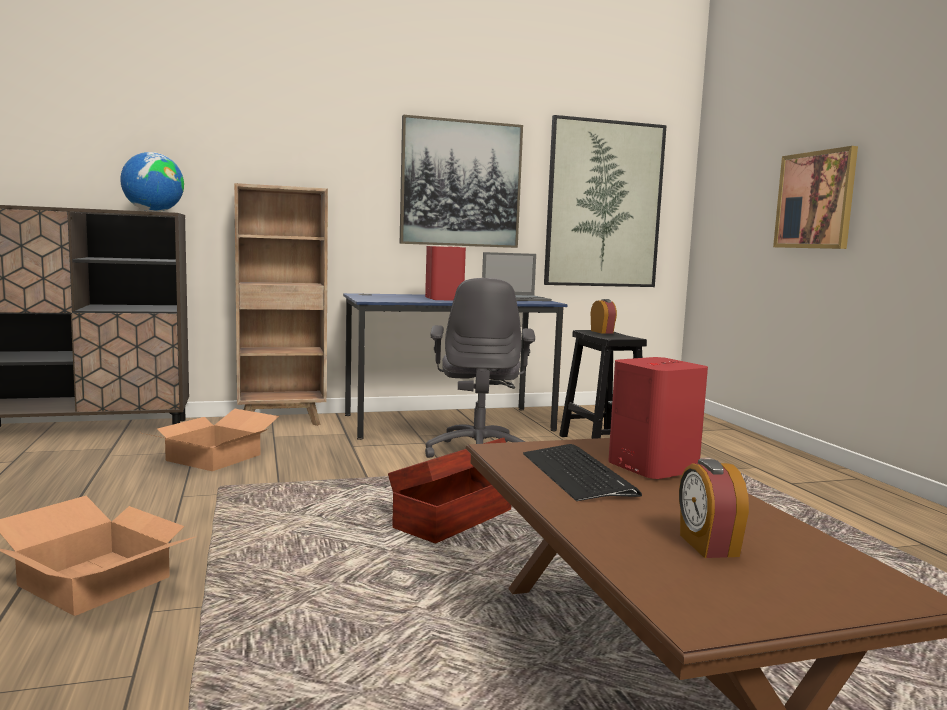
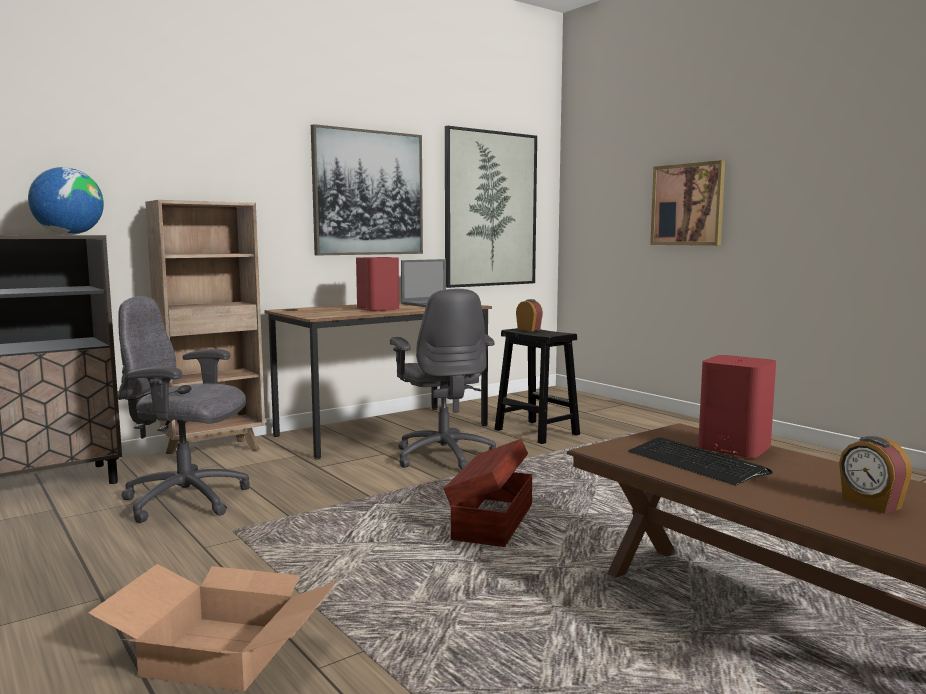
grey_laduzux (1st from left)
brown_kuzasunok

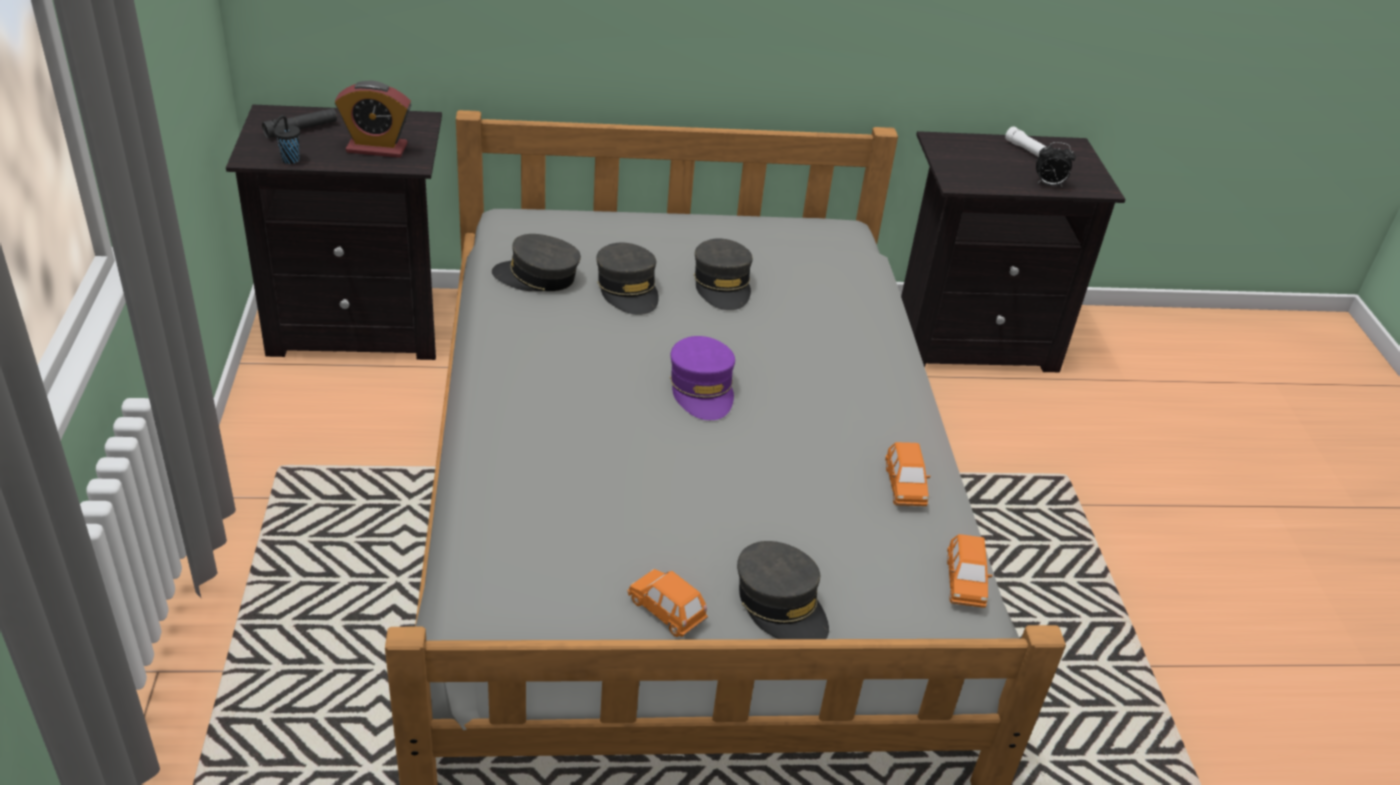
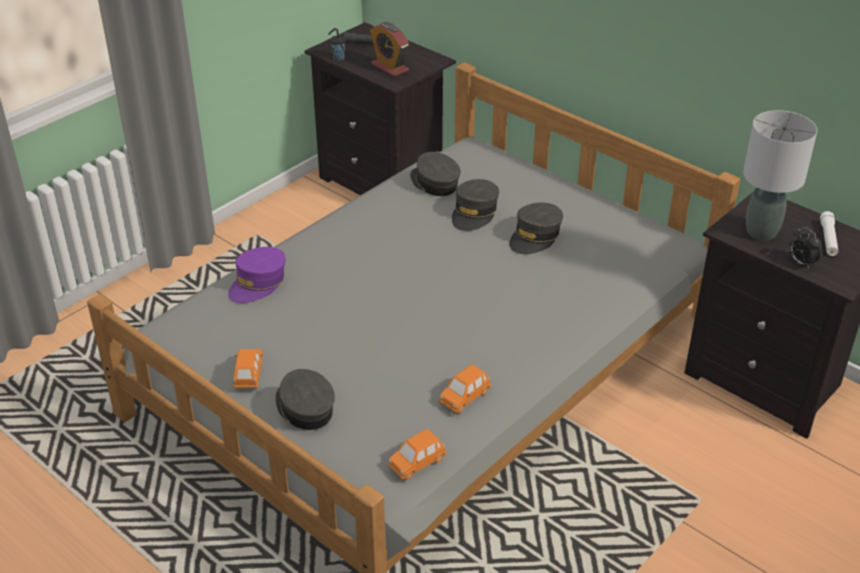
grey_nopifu
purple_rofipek
grey_rofipek (1st from left)

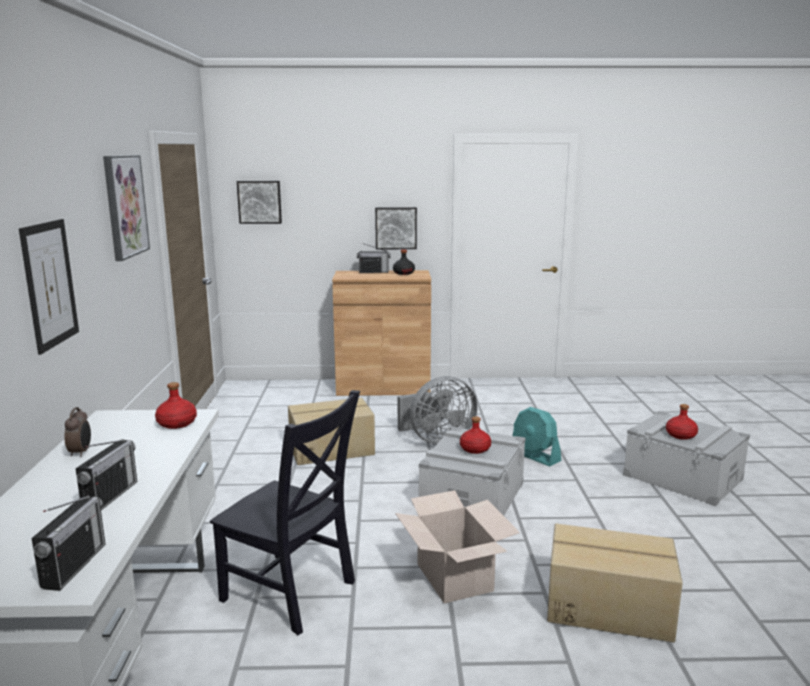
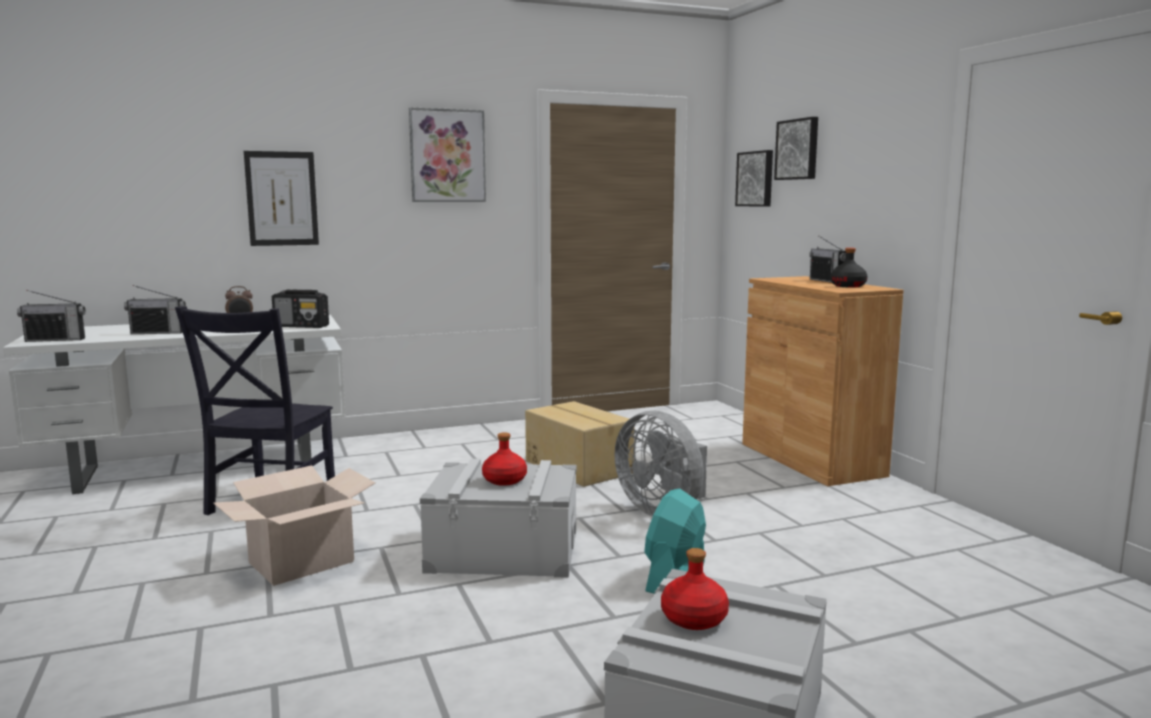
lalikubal (3rd from left in the first image)
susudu (4th from left)
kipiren (3rd from left)

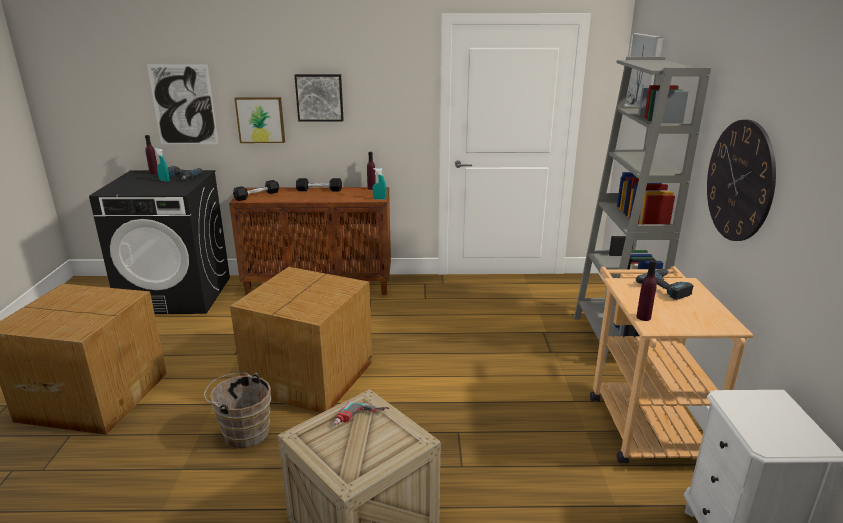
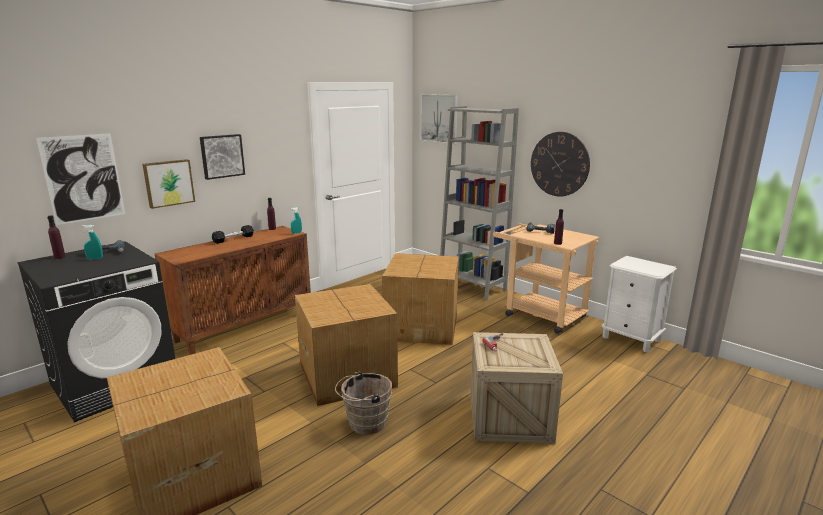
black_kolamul (1st from left in the first image)
lalikubal (3rd from left)

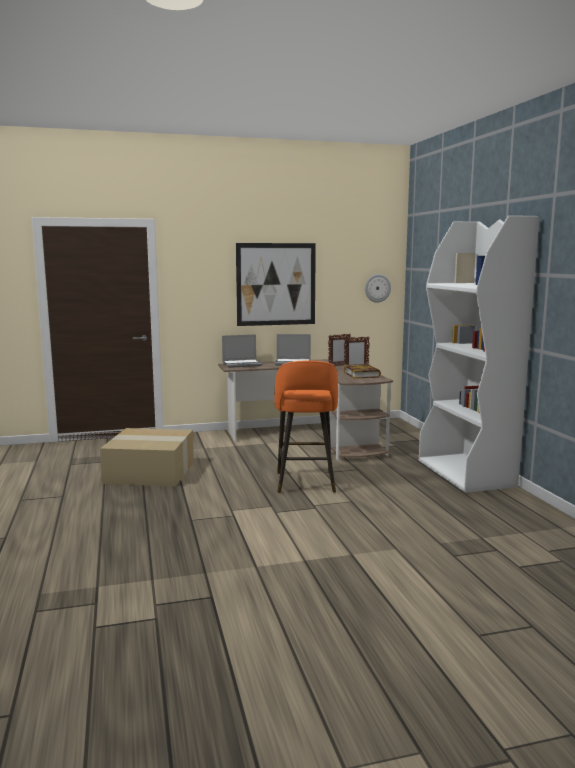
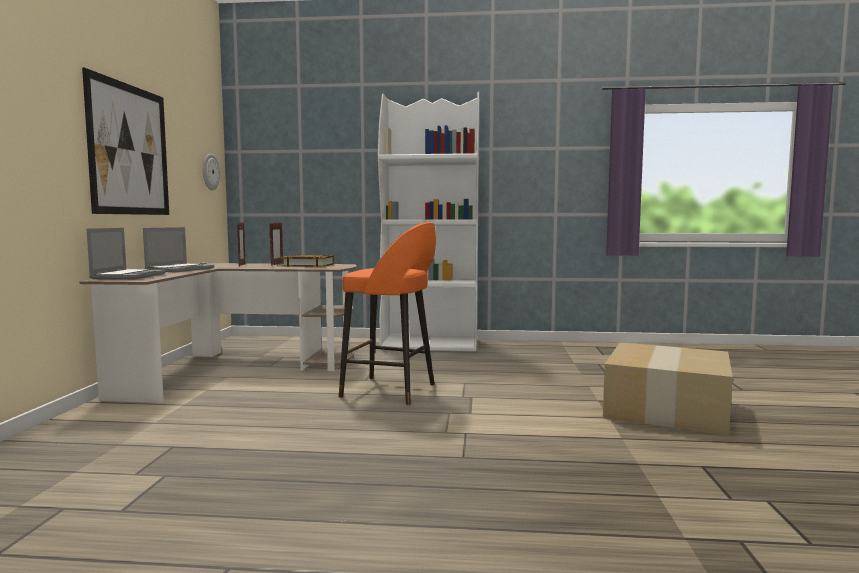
lalikubal

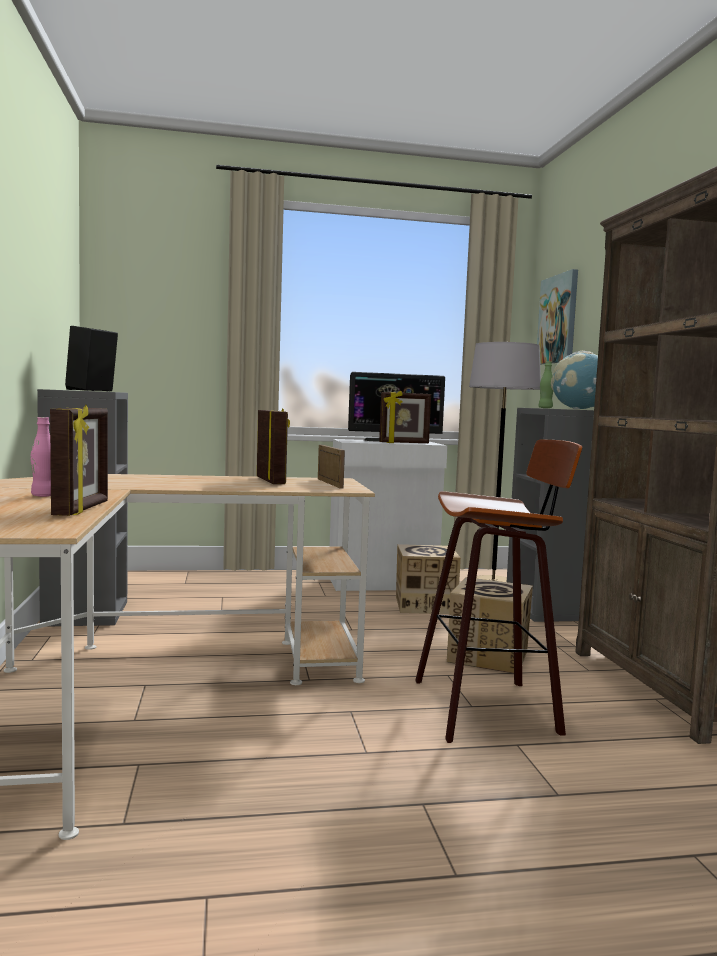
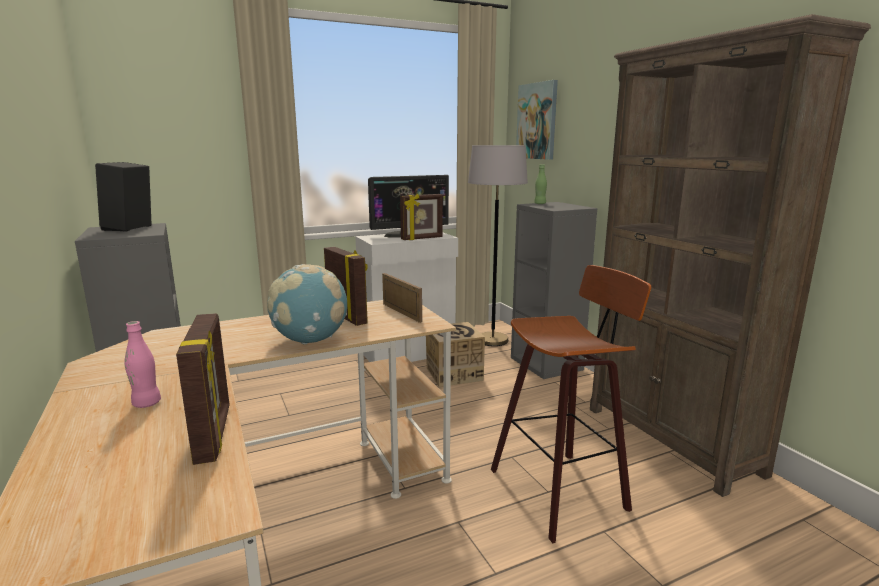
lalikubal (2nd from left in the first image)
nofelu

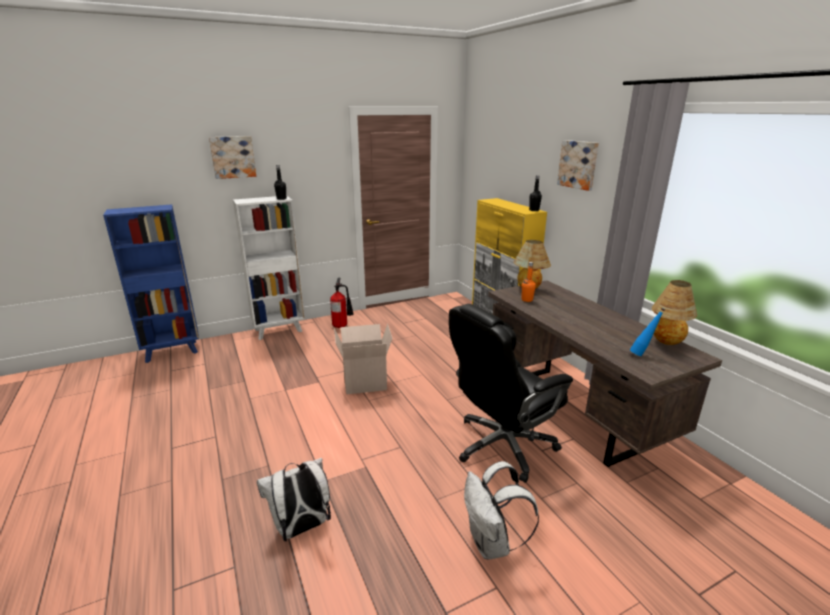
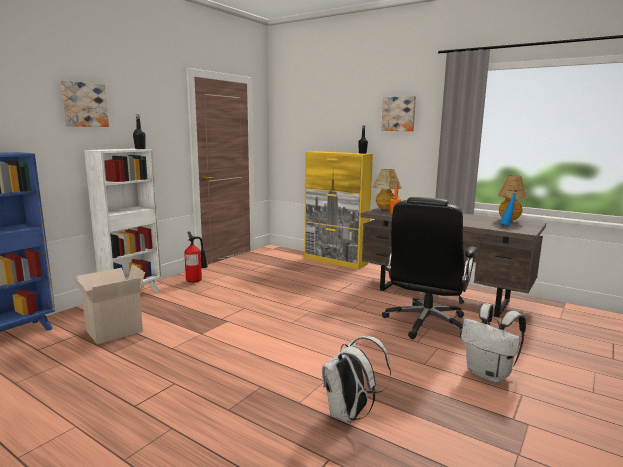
lalikubal

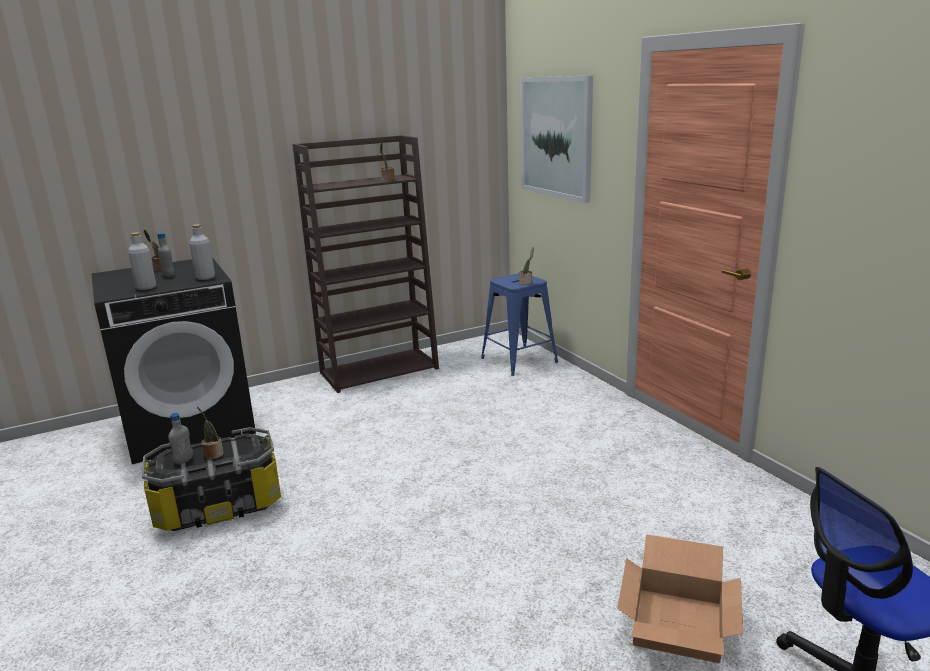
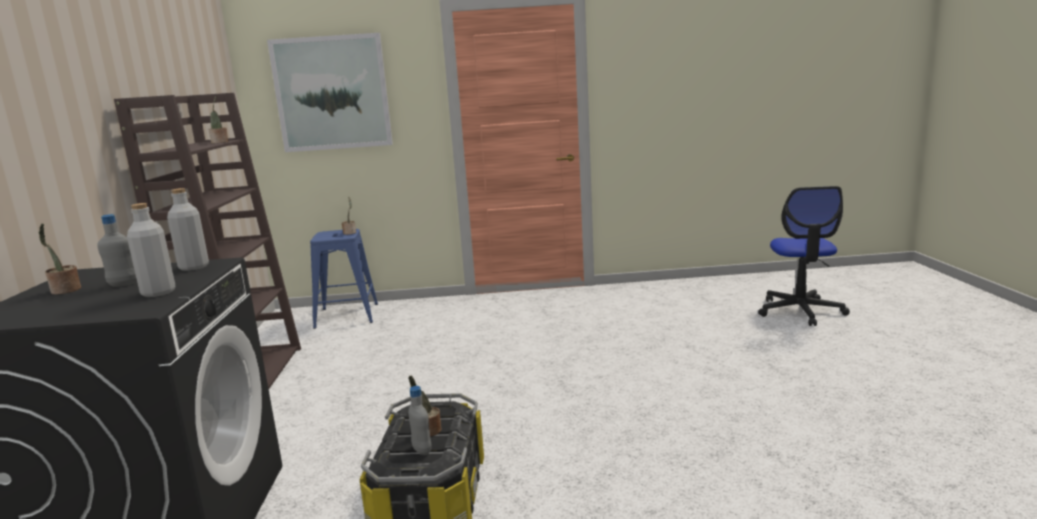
lalikubal

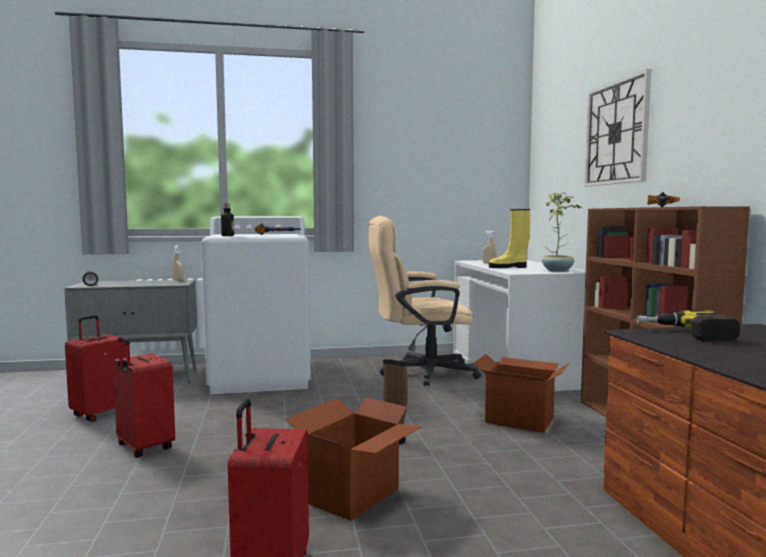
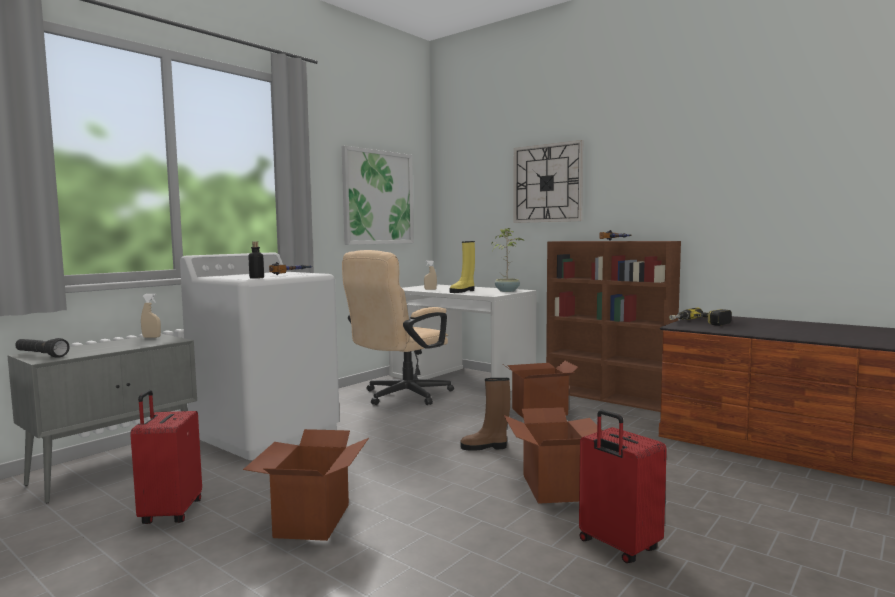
susudu
lalikubal (1st from left)

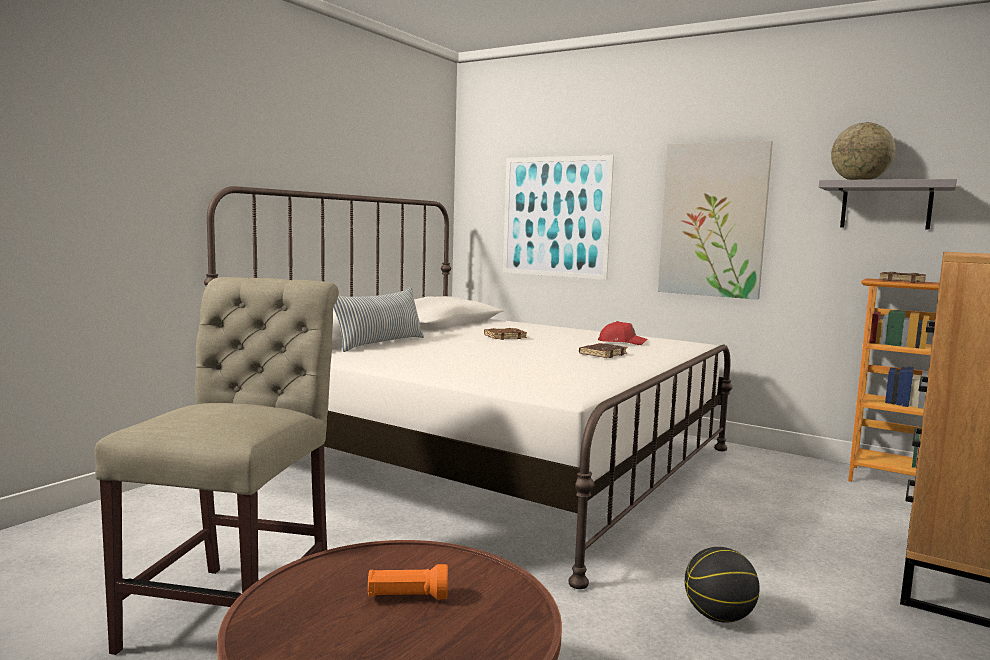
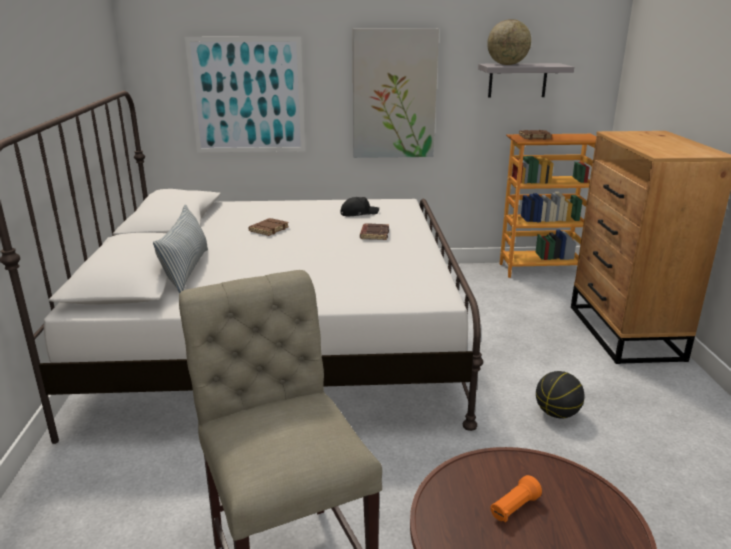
black_rofipek

